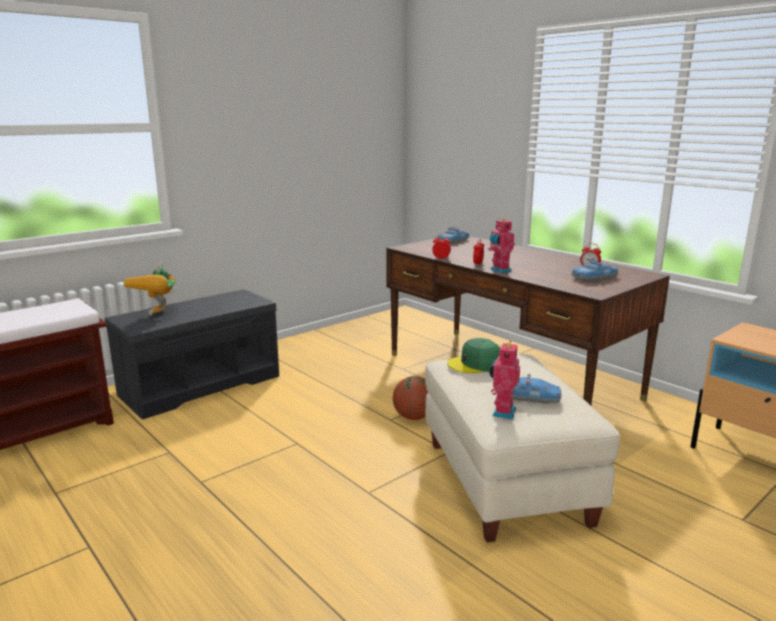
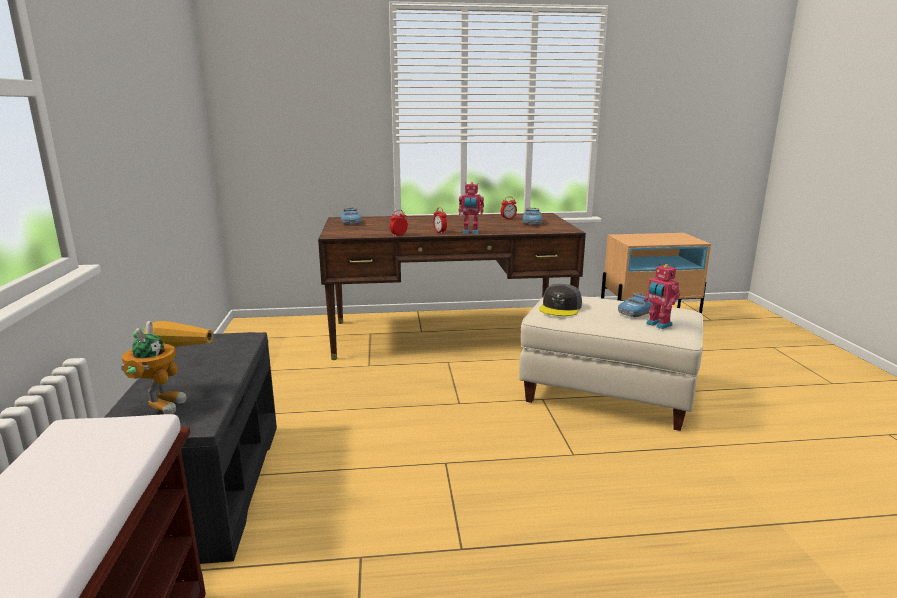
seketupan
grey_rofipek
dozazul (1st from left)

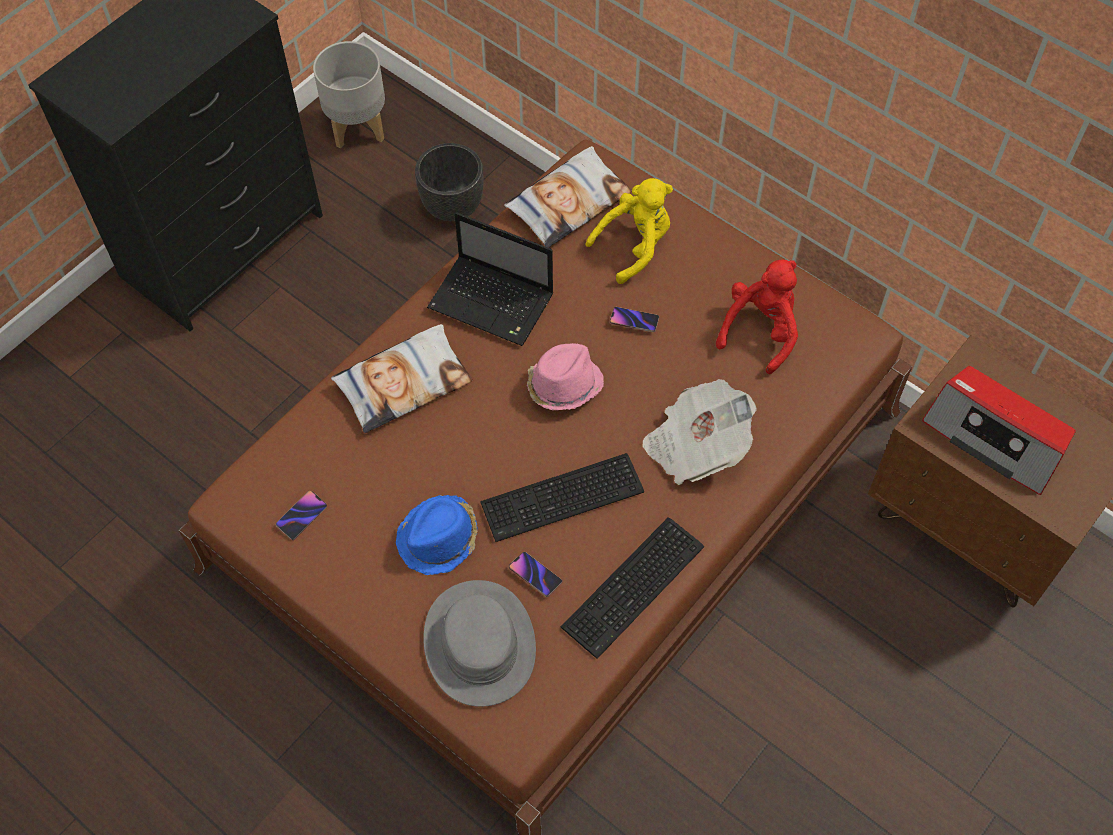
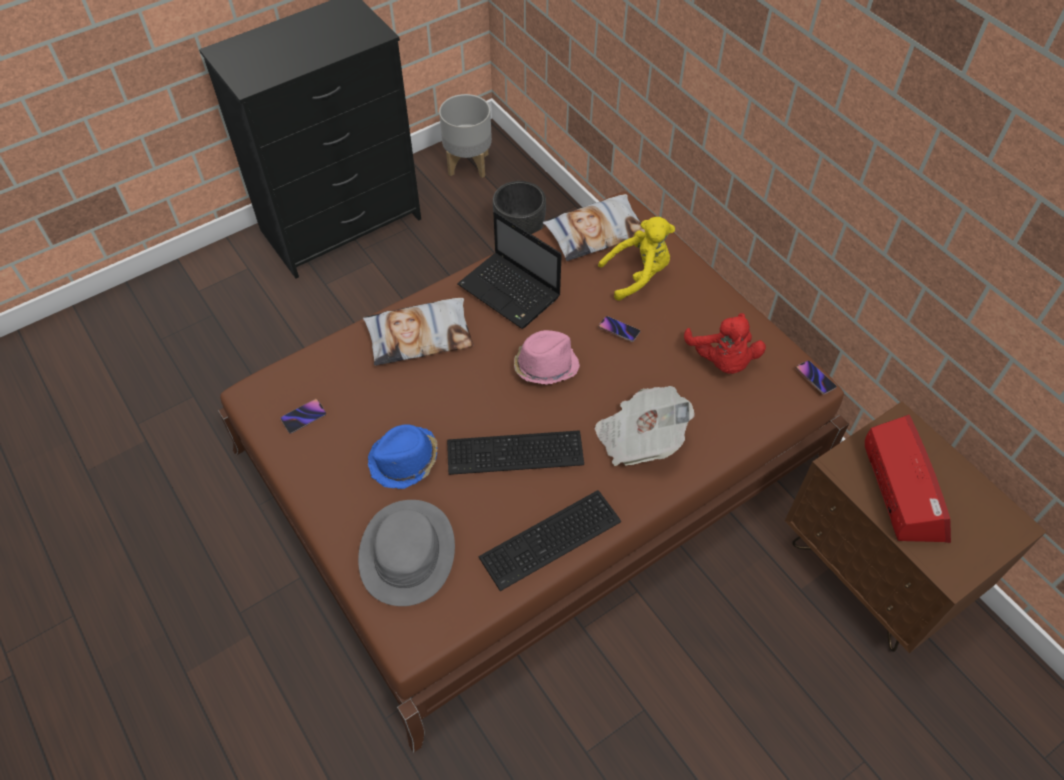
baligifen (3rd from left)
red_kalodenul
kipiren

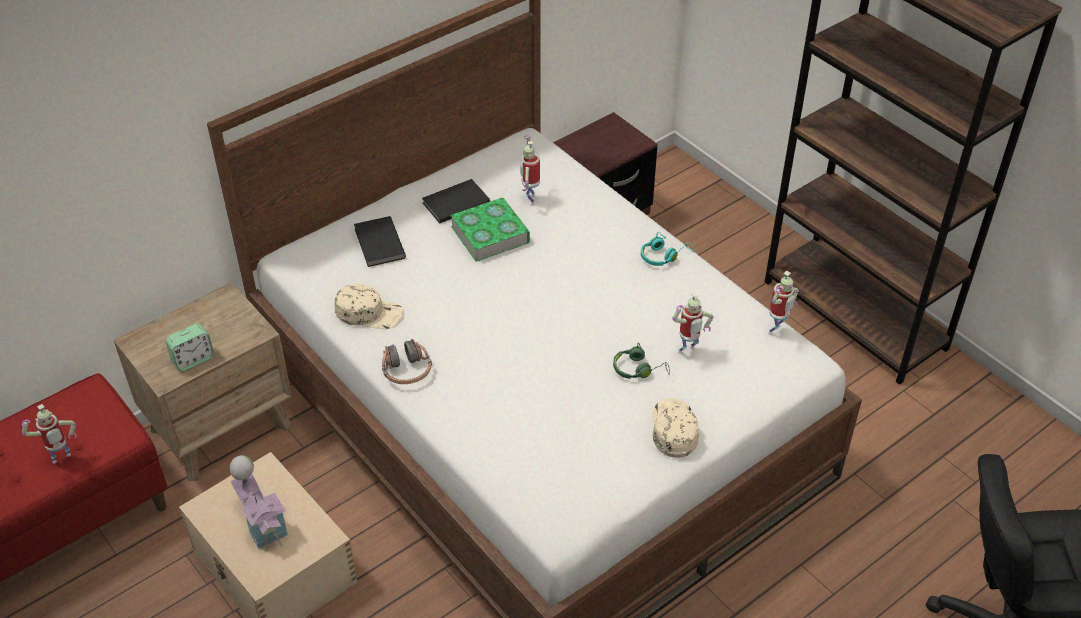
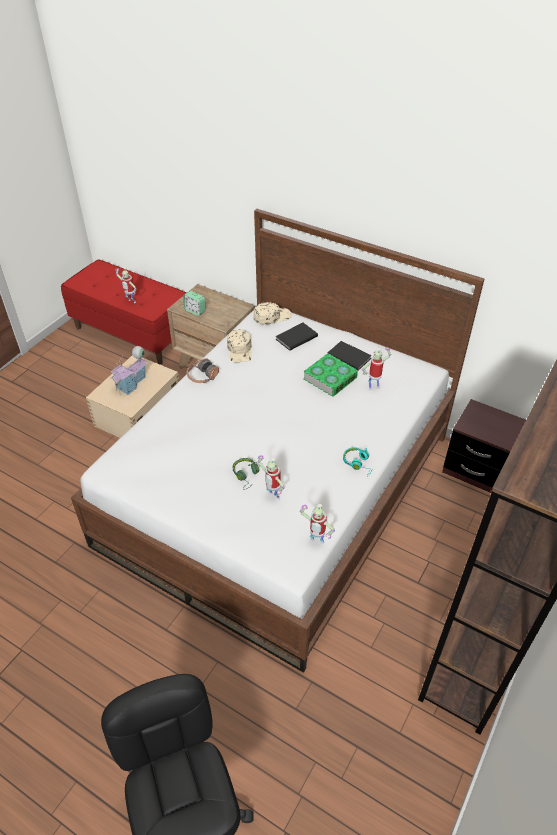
beige_rofipek (2nd from left)

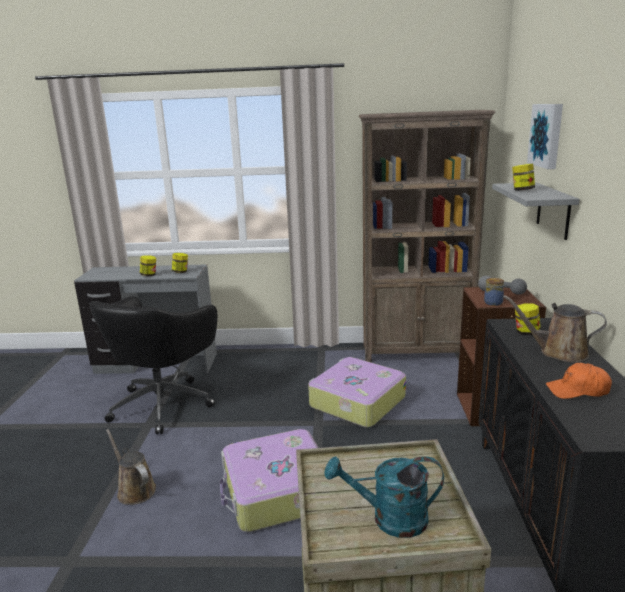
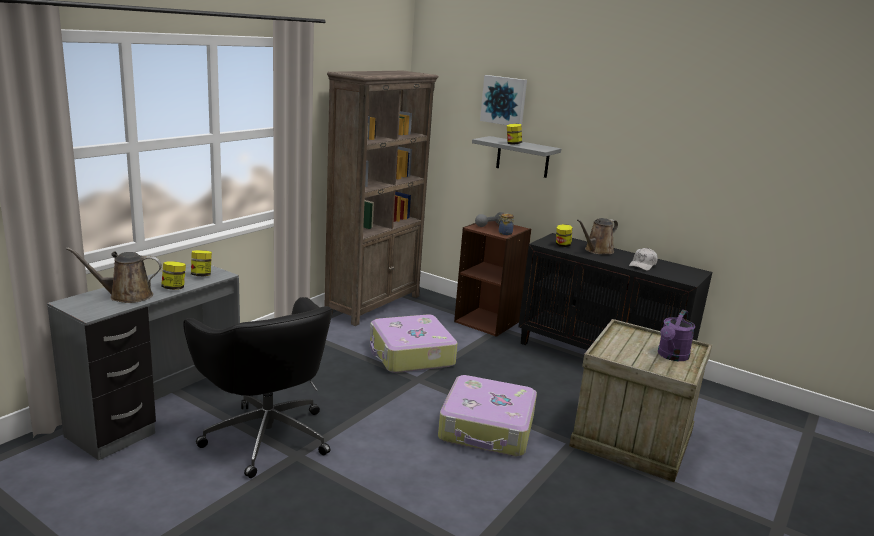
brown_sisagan (1st from left)
purple_sisagan
white_rofipek

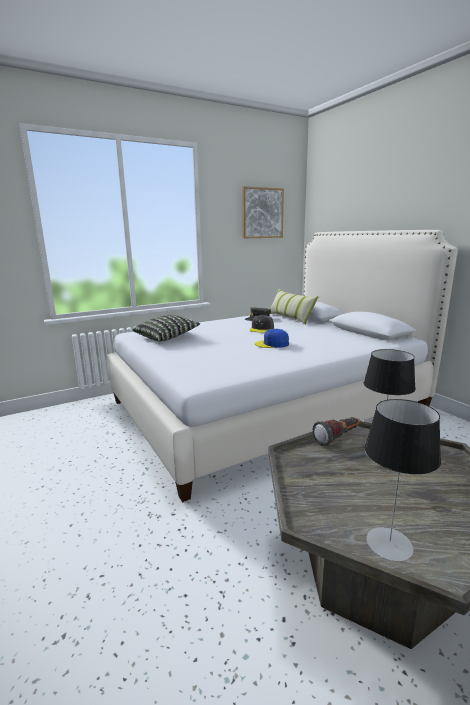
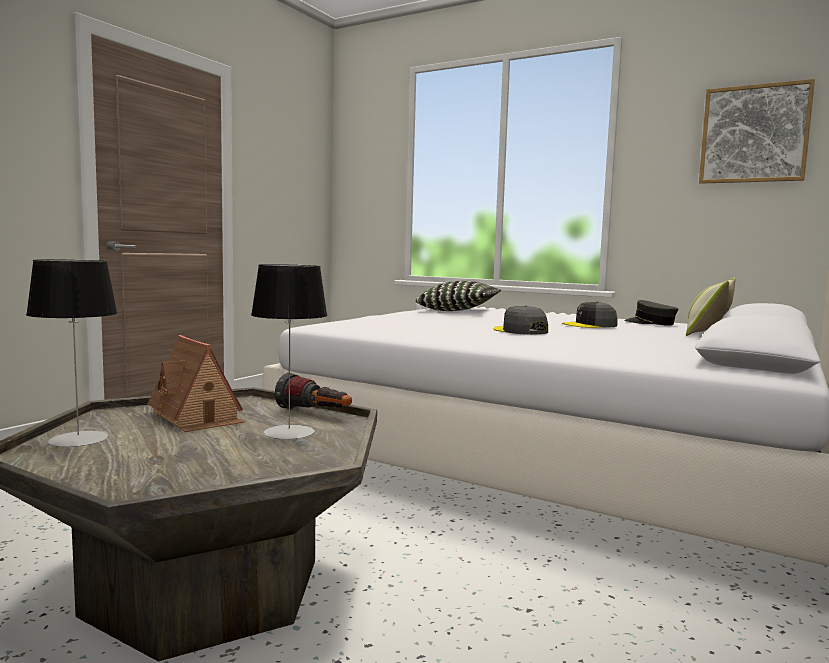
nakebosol
grey_rofipek (1st from left)

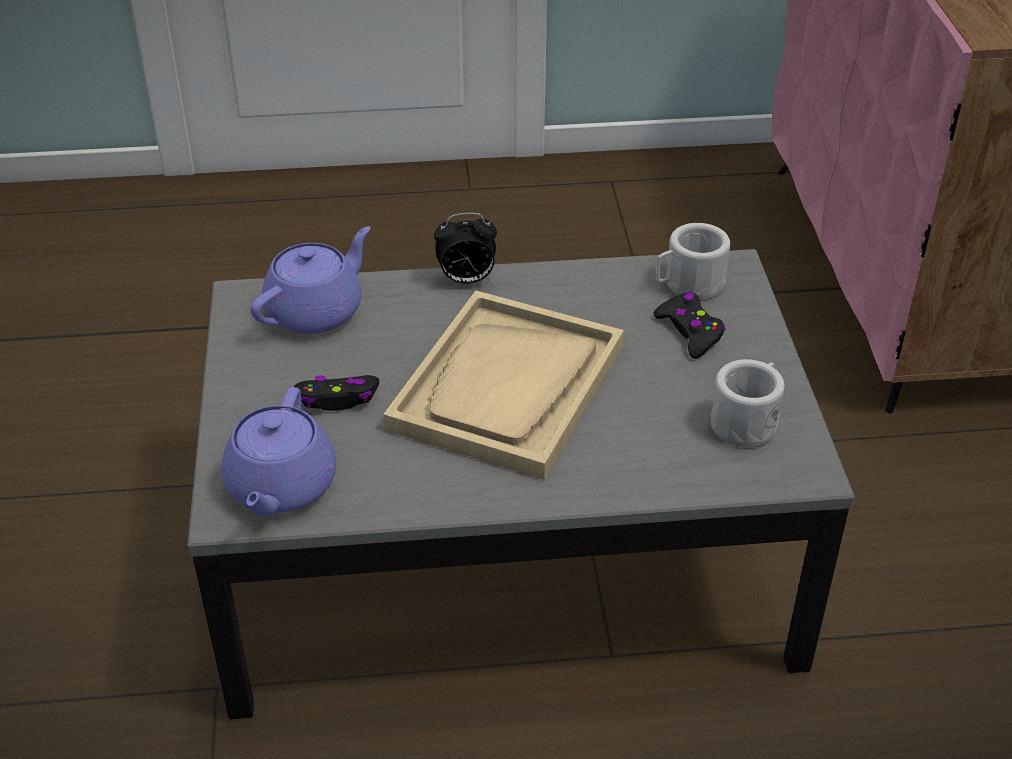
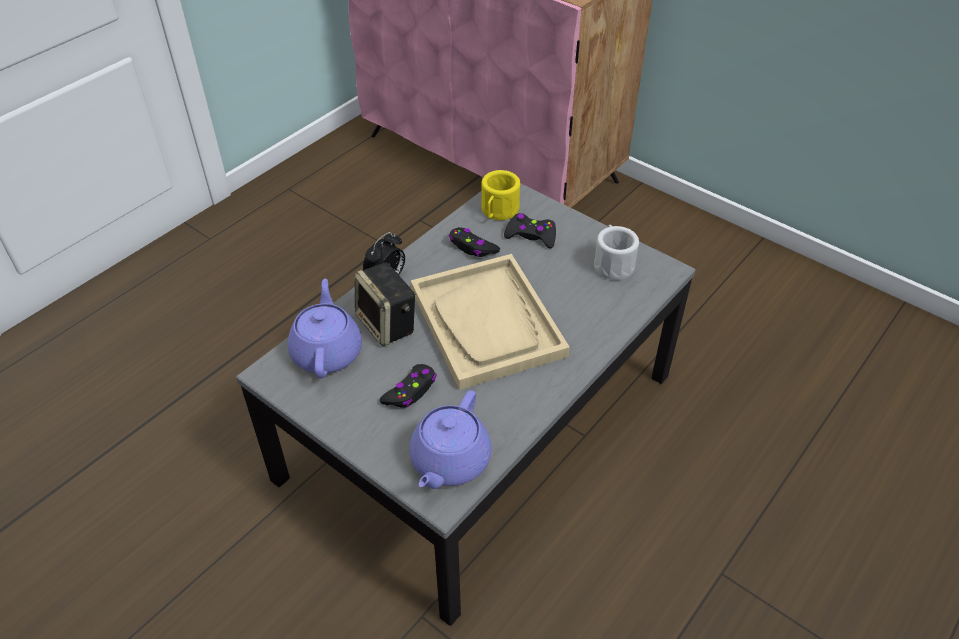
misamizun
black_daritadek (2nd from left)
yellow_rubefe
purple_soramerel (2nd from left)

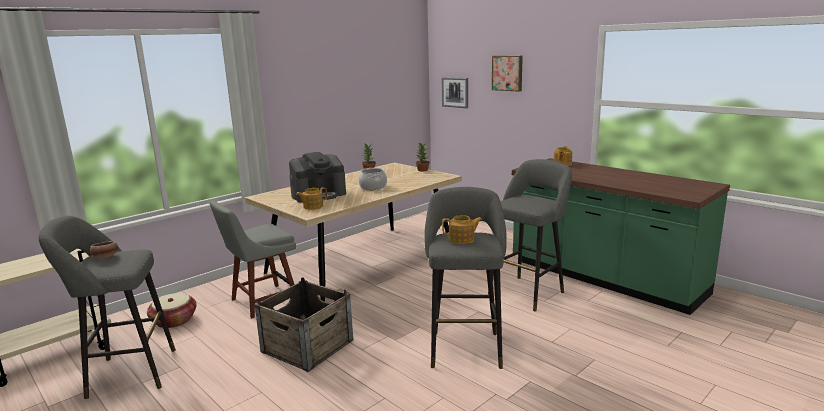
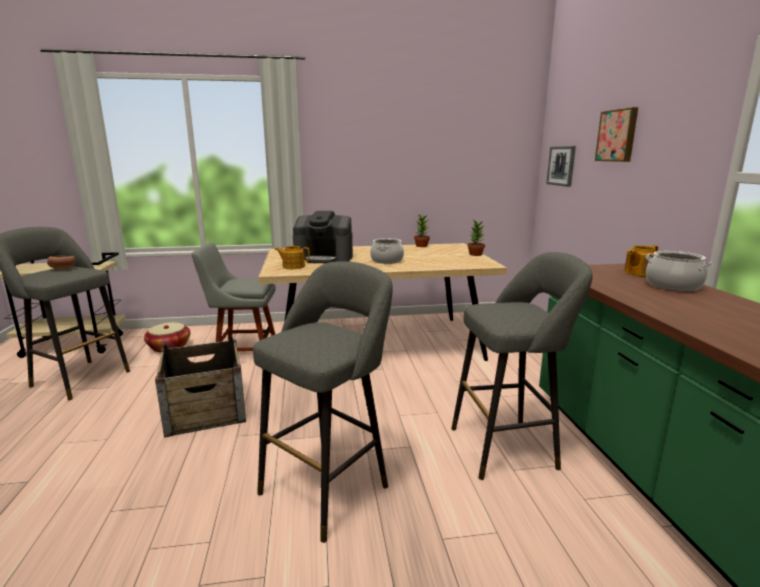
soramerel (2nd from left in the first image)
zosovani (2nd from left)

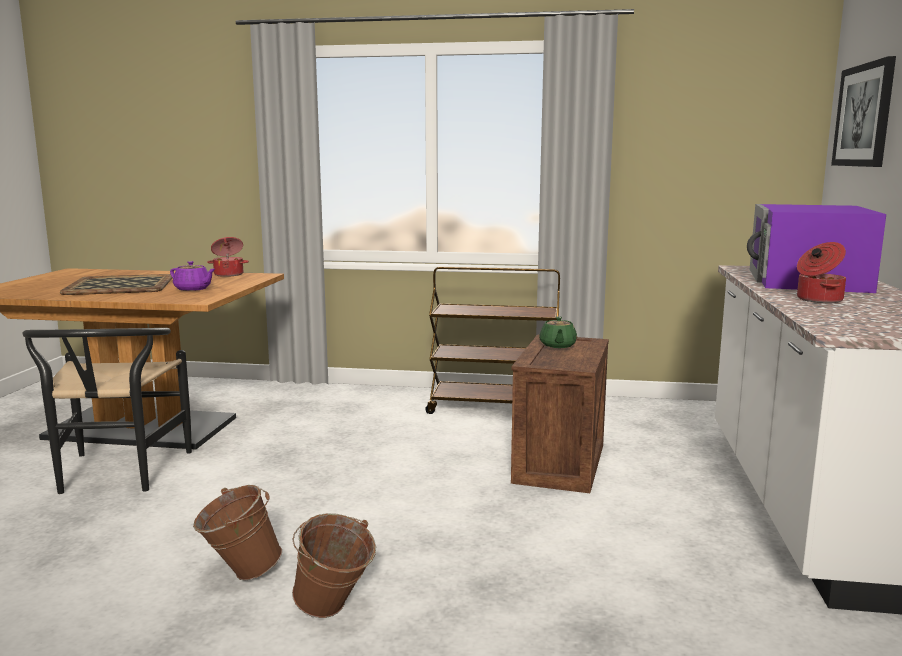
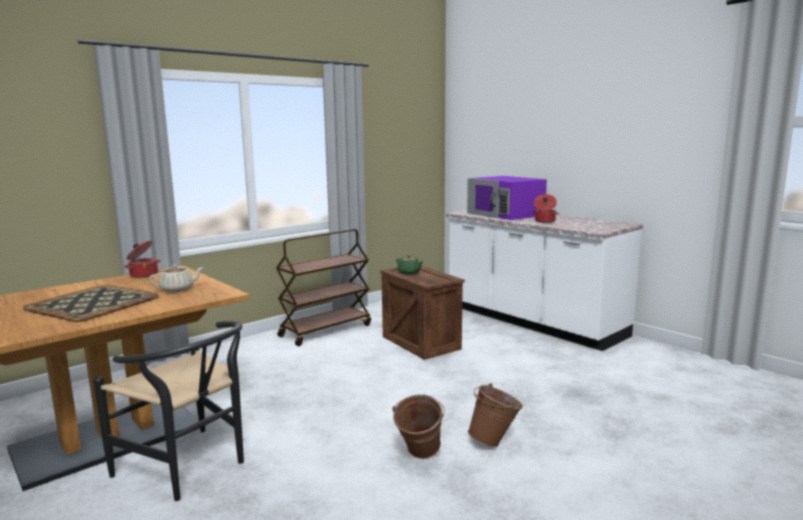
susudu
beige_soramerel

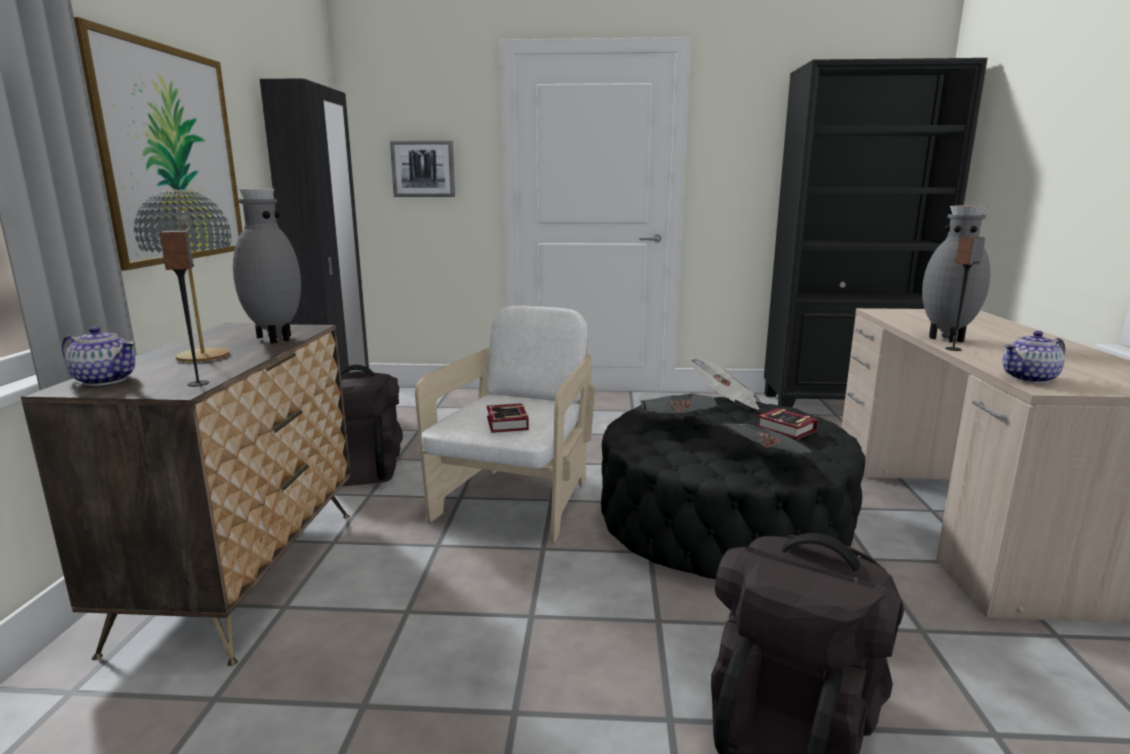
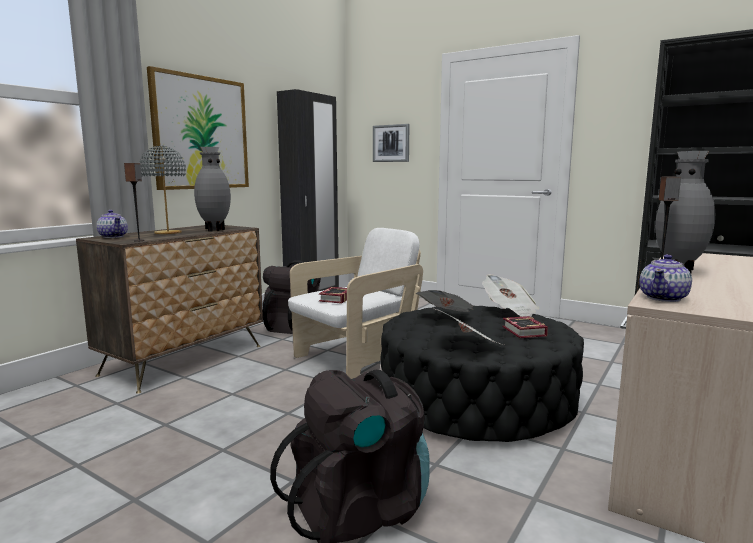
soramerel (2nd from left)

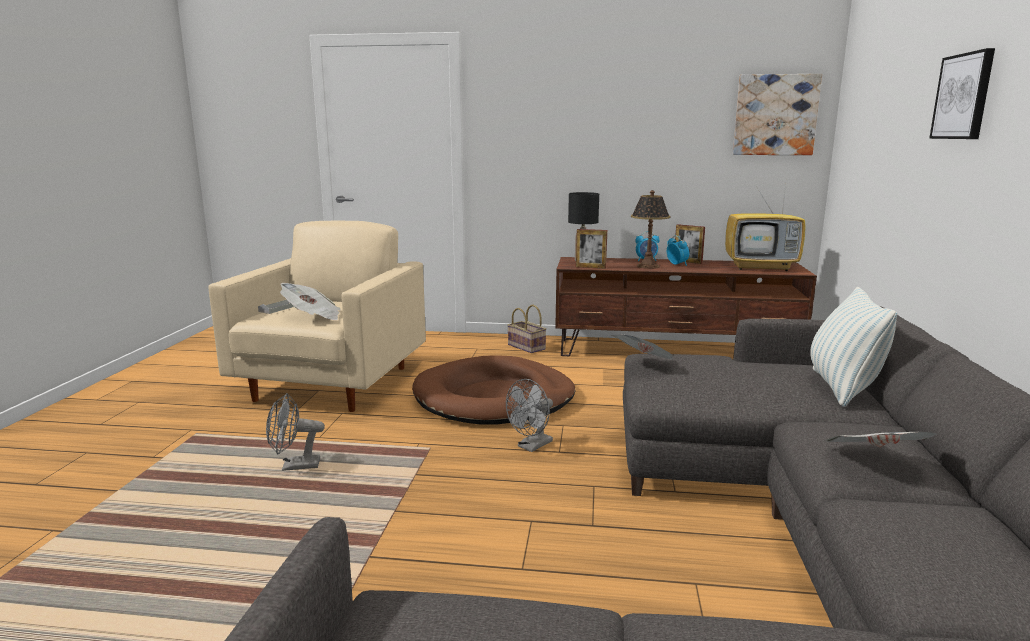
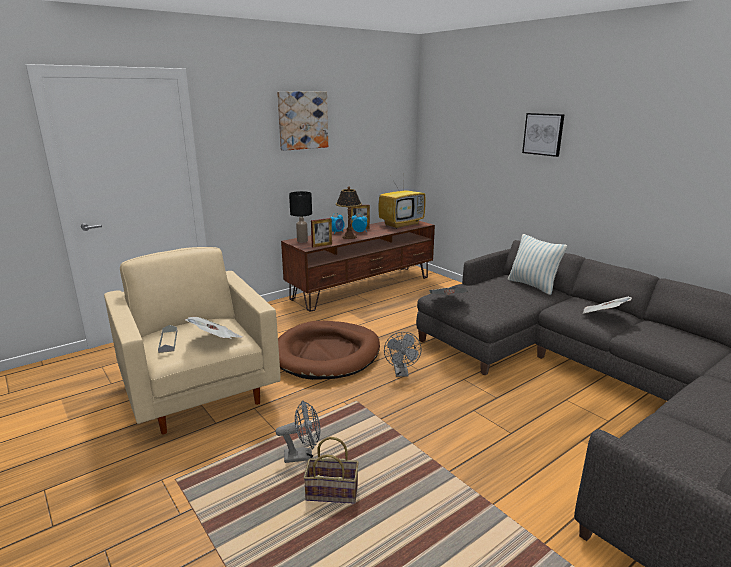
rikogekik
susudu (1st from left)
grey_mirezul (1st from left)

